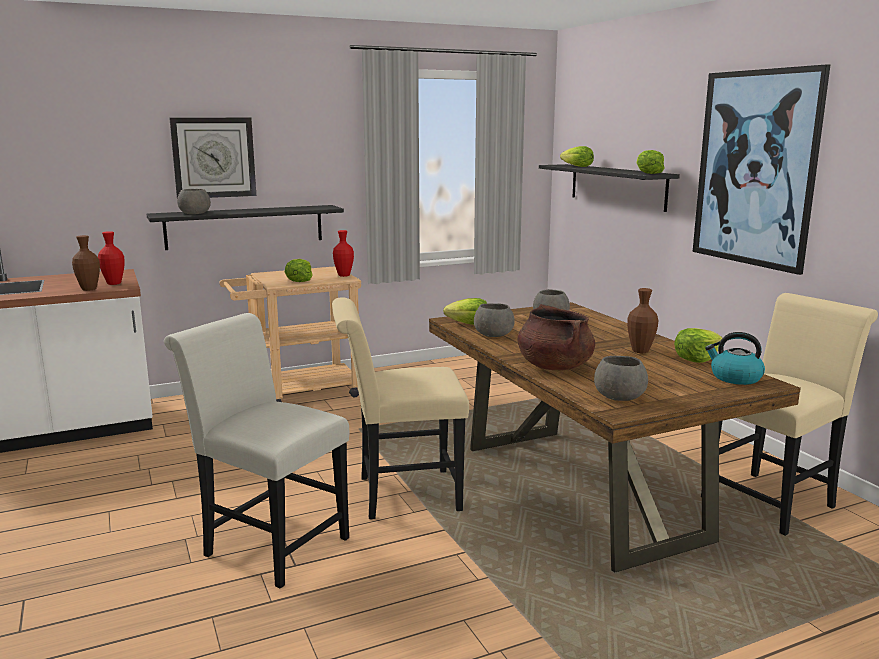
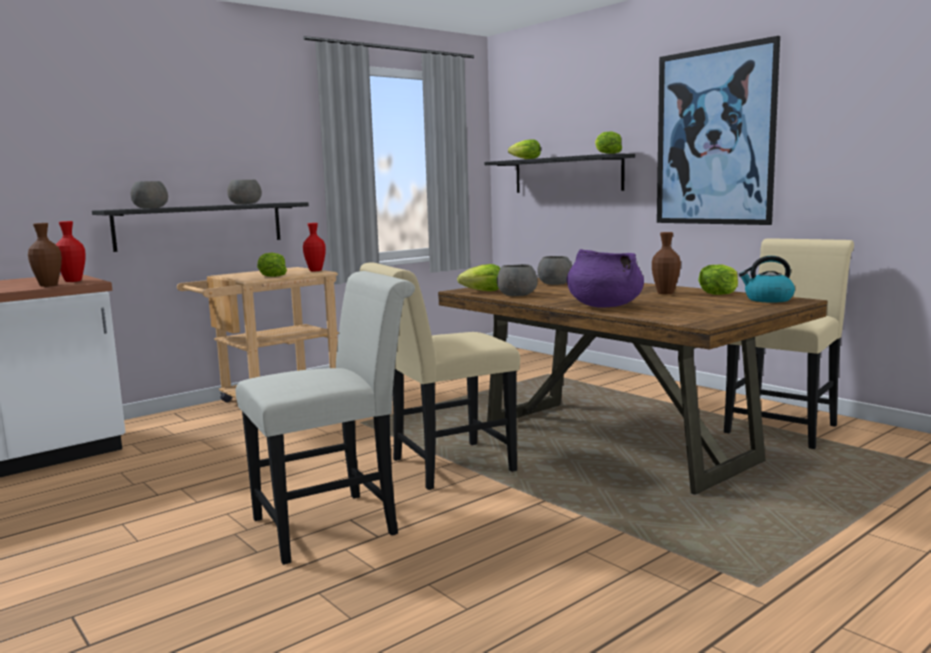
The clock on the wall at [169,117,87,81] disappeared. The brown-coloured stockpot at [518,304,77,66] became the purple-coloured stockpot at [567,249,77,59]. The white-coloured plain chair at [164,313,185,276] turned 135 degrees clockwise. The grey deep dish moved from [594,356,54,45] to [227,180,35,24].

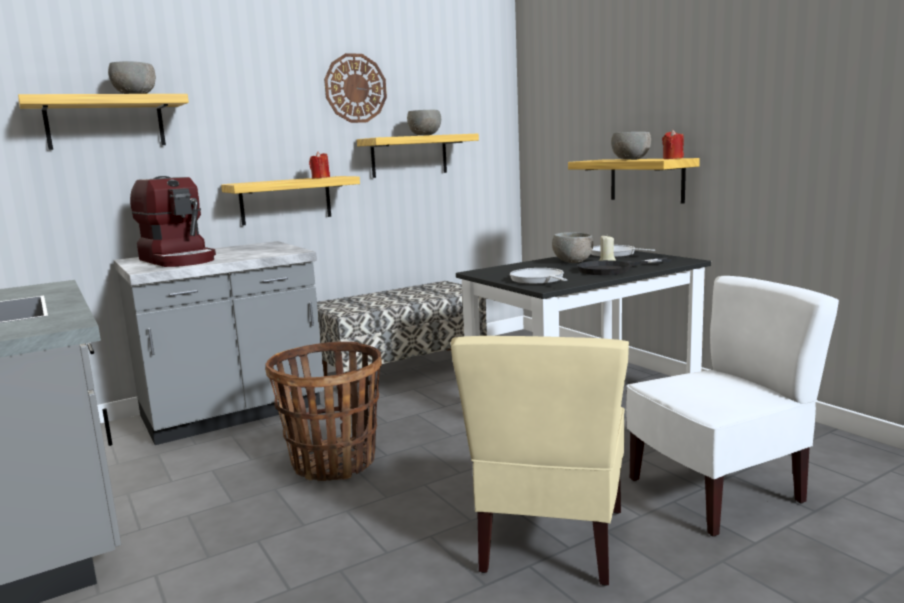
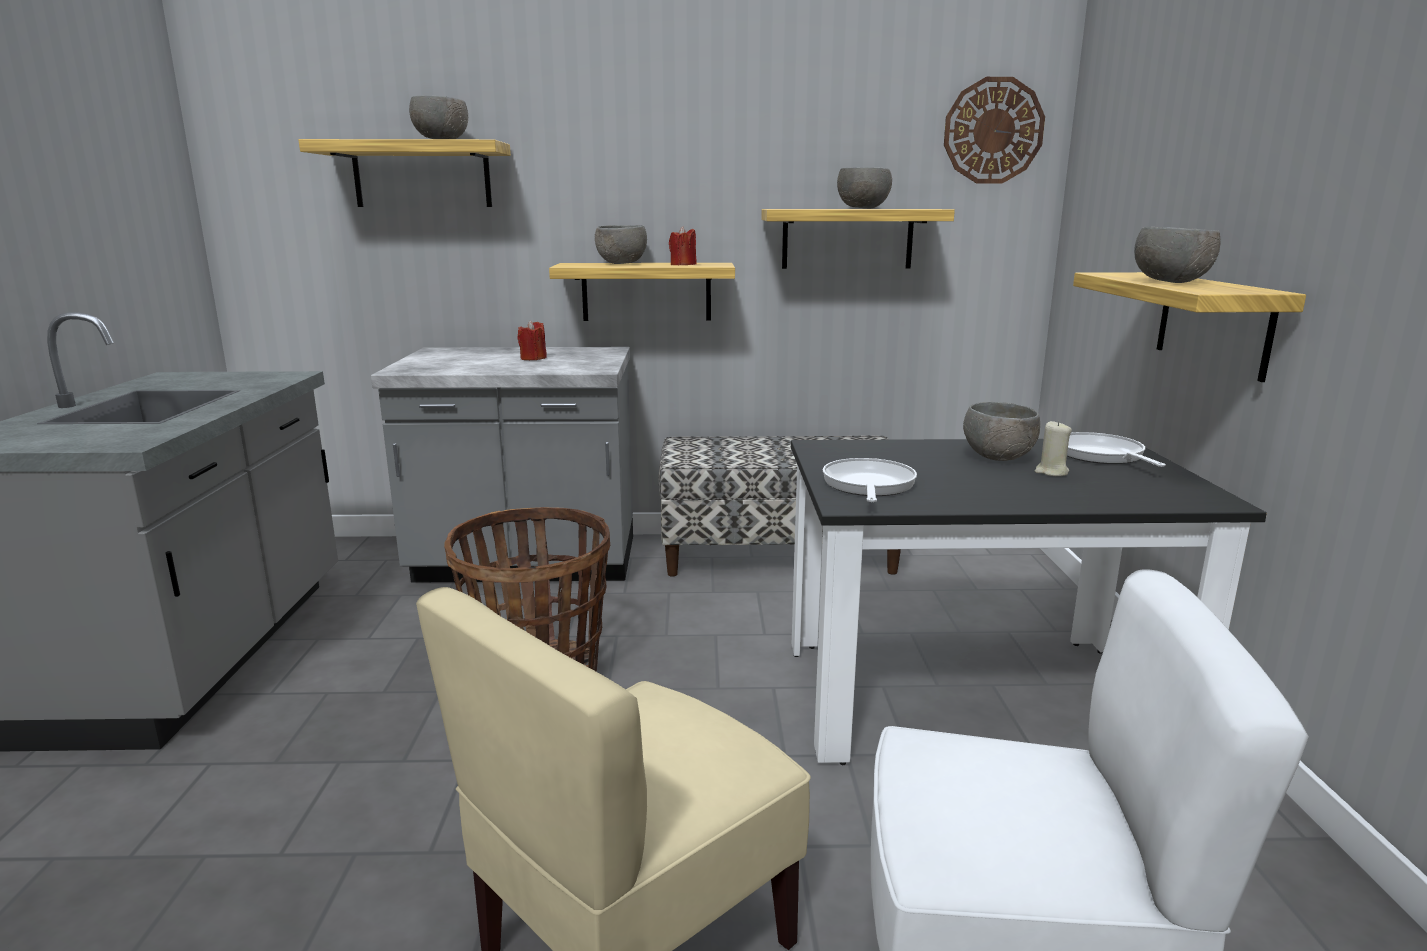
The clock on the wall moved from [324,53,63,70] to [944,77,101,106]. The reddish candle moved from [662,130,22,29] to [517,320,30,40]. The coffee brewer at [130,176,86,91] disappeared. The black pan at [577,257,95,18] disappeared. The grey deep dish at [595,225,52,39] appeared.

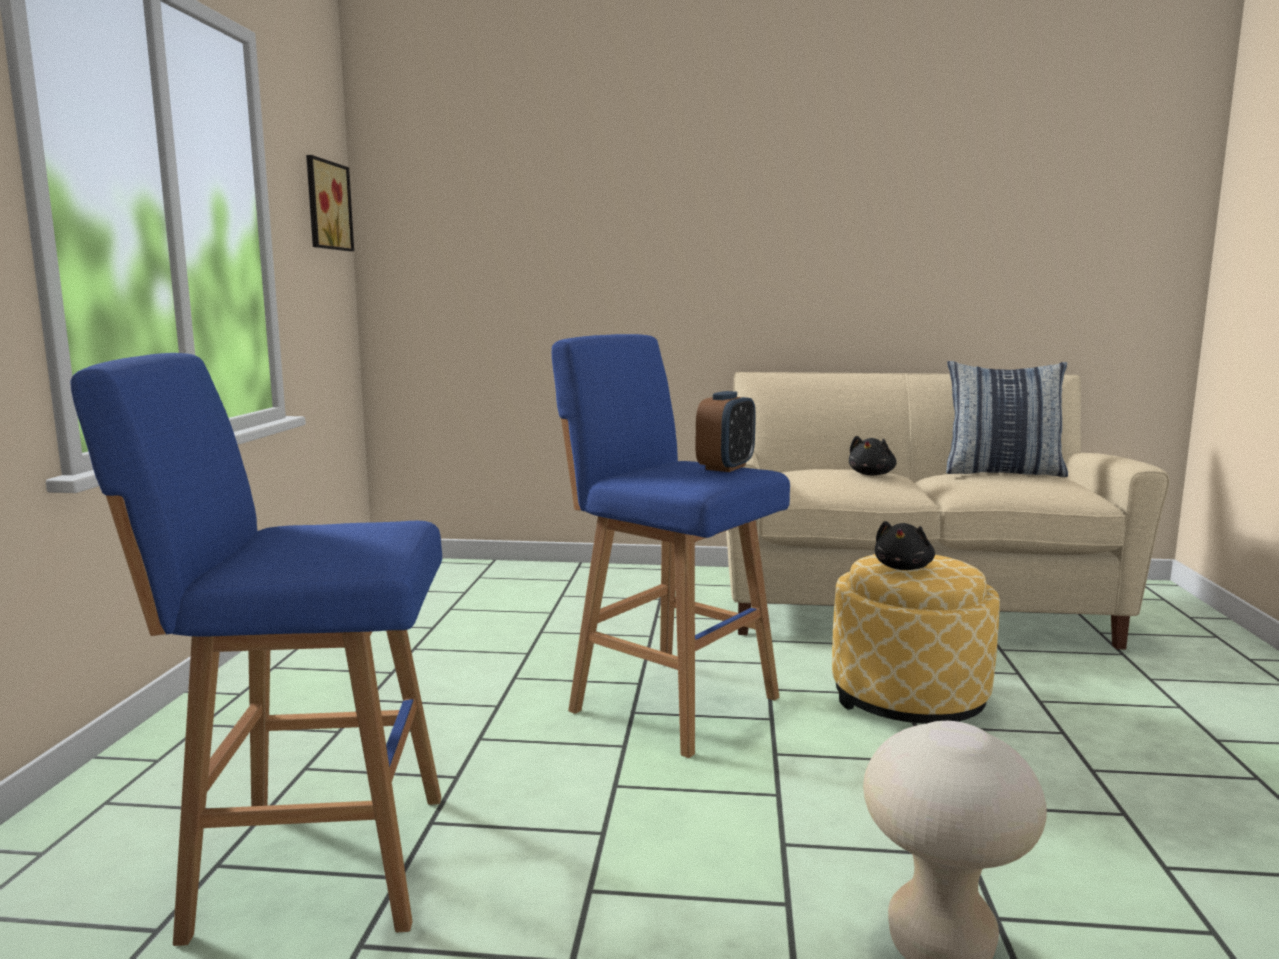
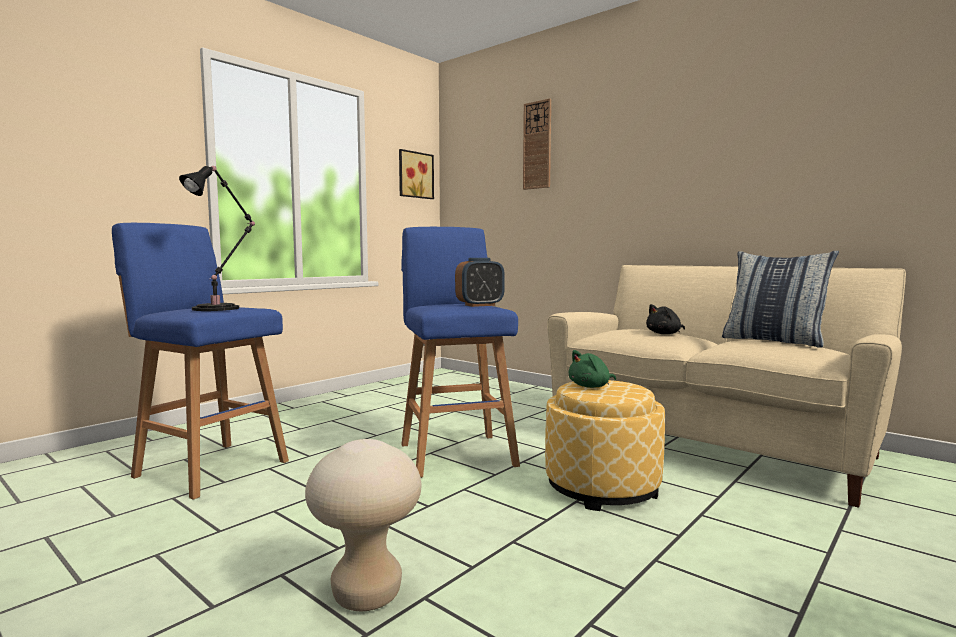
The black plush toy at [875,521,60,49] became the green-coloured plush toy at [569,350,47,38]. The clock on the wall at [523,98,28,92] appeared. The black lamp for a table at [179,166,76,145] appeared.

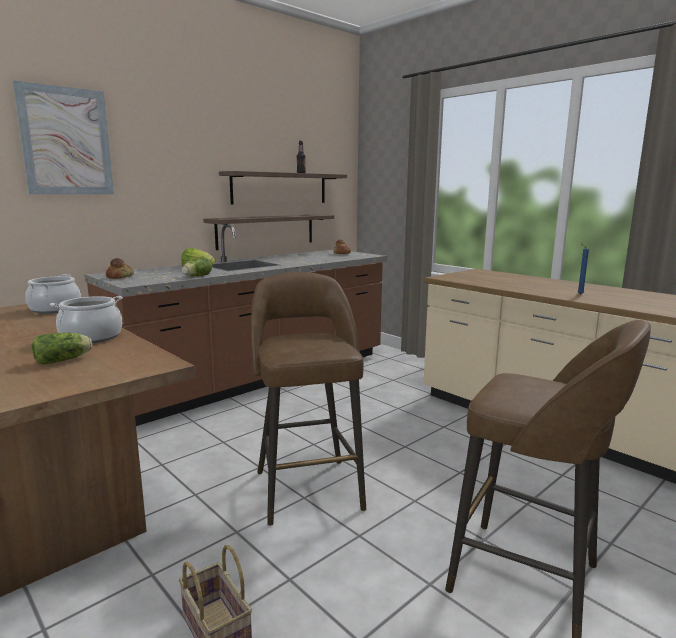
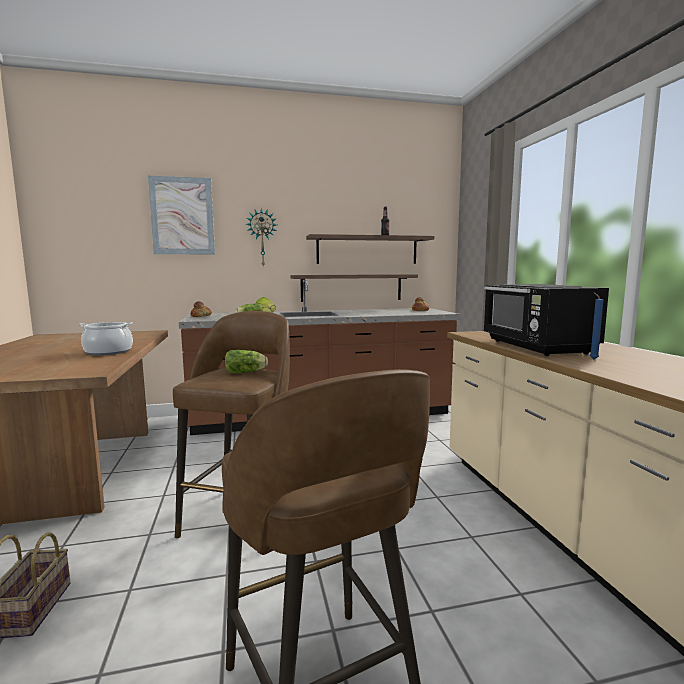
The stockpot at [25,274,56,40] disappeared. The head of lettuce moved from [32,333,60,32] to [225,350,43,24]. The clock on the wall at [246,208,31,59] appeared. The black microwave at [483,284,126,72] appeared.

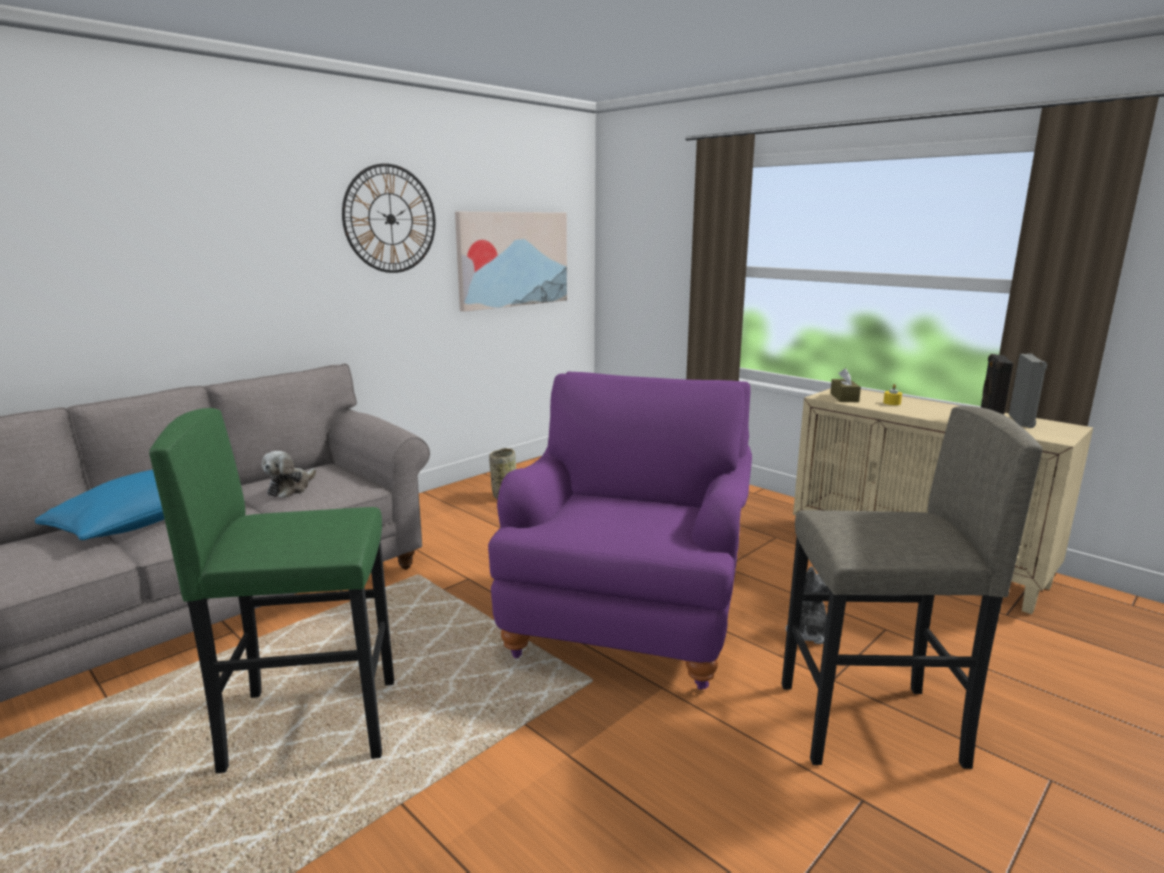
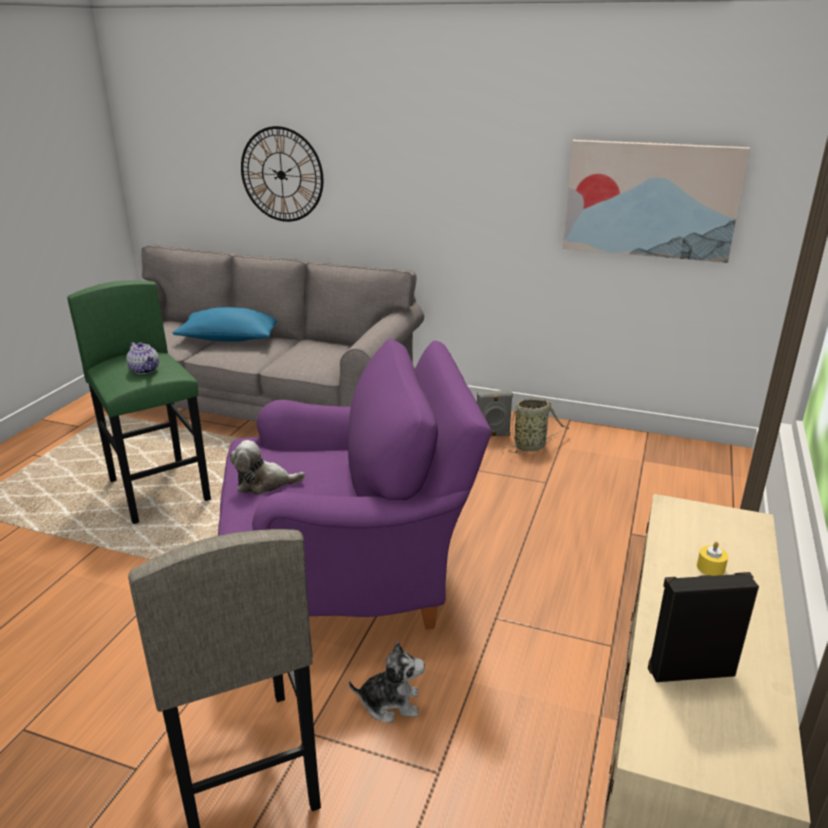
The clock on the wall moved from [342,163,94,110] to [241,126,82,96]. The grey speaker moved from [1009,353,38,75] to [477,390,36,46]. The brown-coloured tissue holder at [830,368,31,34] disappeared. The plush toy moved from [261,451,55,47] to [230,440,75,55]. The pot for tea at [127,342,32,32] appeared.

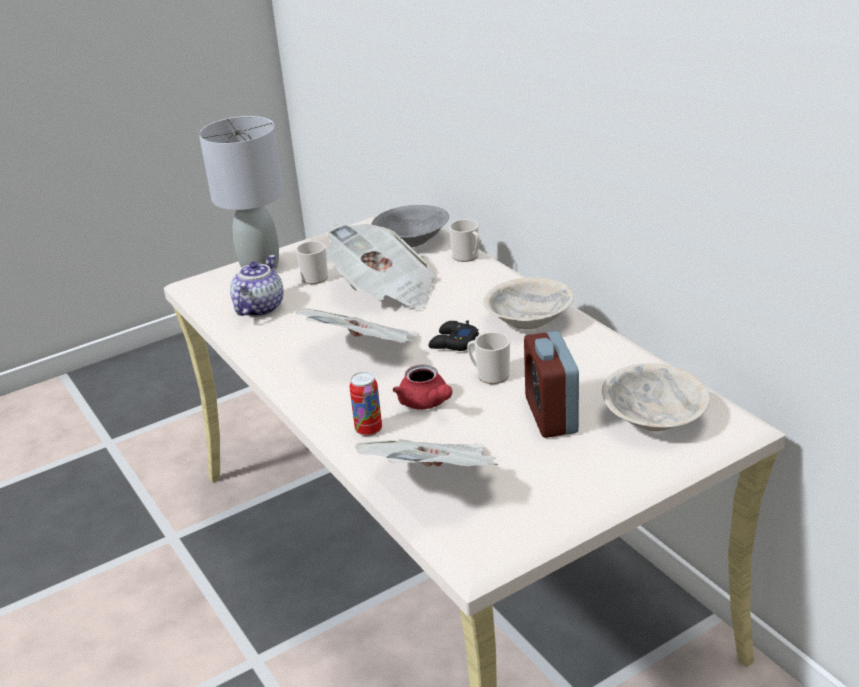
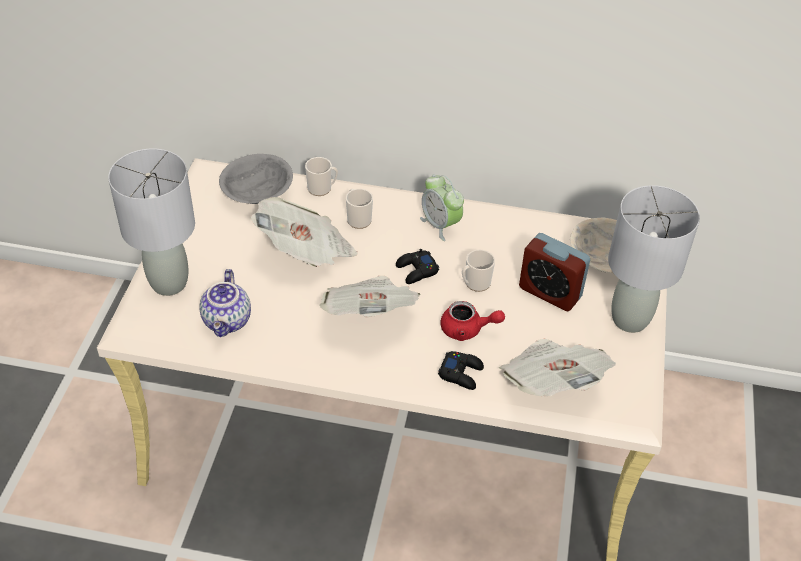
The coffee mug moved from [296,241,32,43] to [346,189,27,40]. The pot for tea at [230,255,54,62] turned 150 degrees counterclockwise. The beige deep dish at [483,278,92,51] was replaced by the table clock at [420,174,44,67]. The metal can at [349,372,33,64] was replaced by the black game controller at [438,351,46,39]. The grey lamp for a table at [608,185,92,148] appeared.

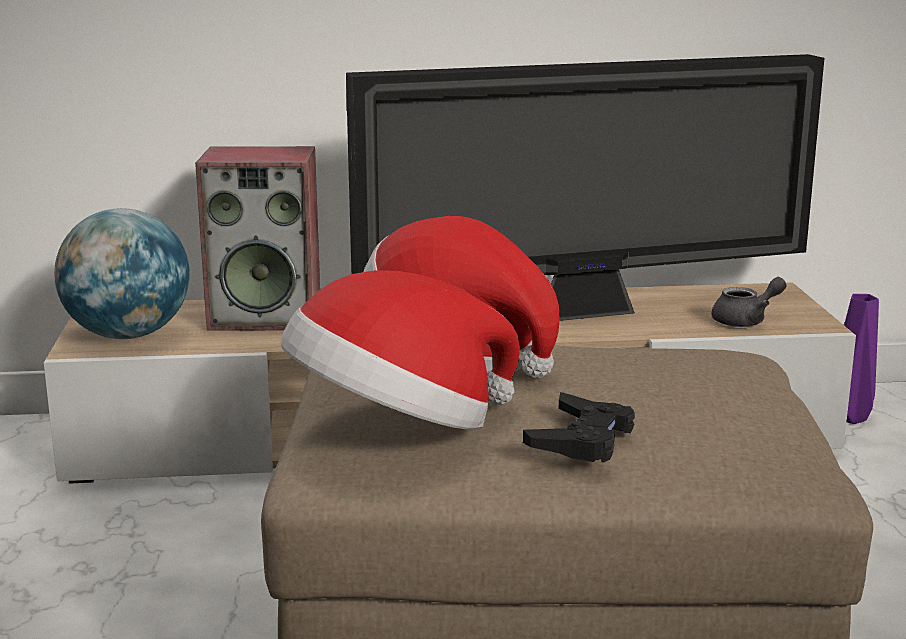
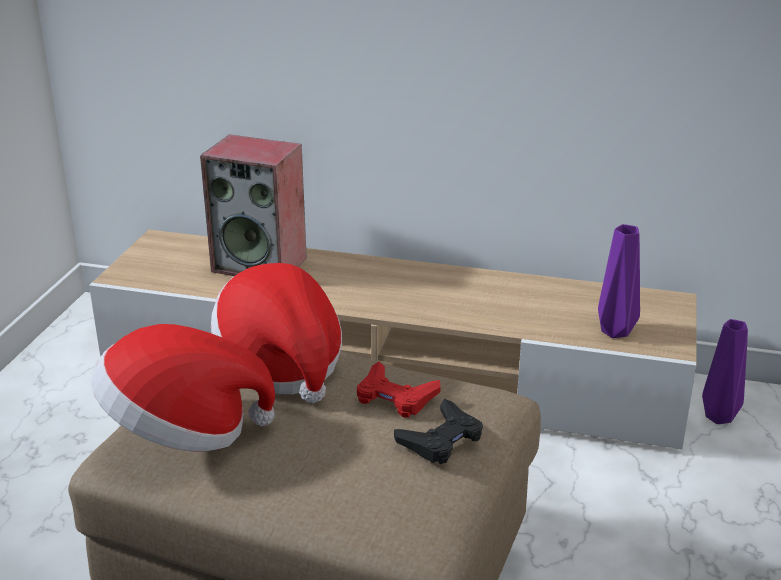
The television at [346,54,478,267] disappeared. The desk globe at [54,208,136,131] disappeared. The grey pot for tea at [712,277,74,50] was replaced by the purple-coloured decorative vase at [598,224,42,114]. The black game controller moved from [523,392,112,70] to [394,399,89,65]. The reddish game controller at [357,362,83,56] appeared.

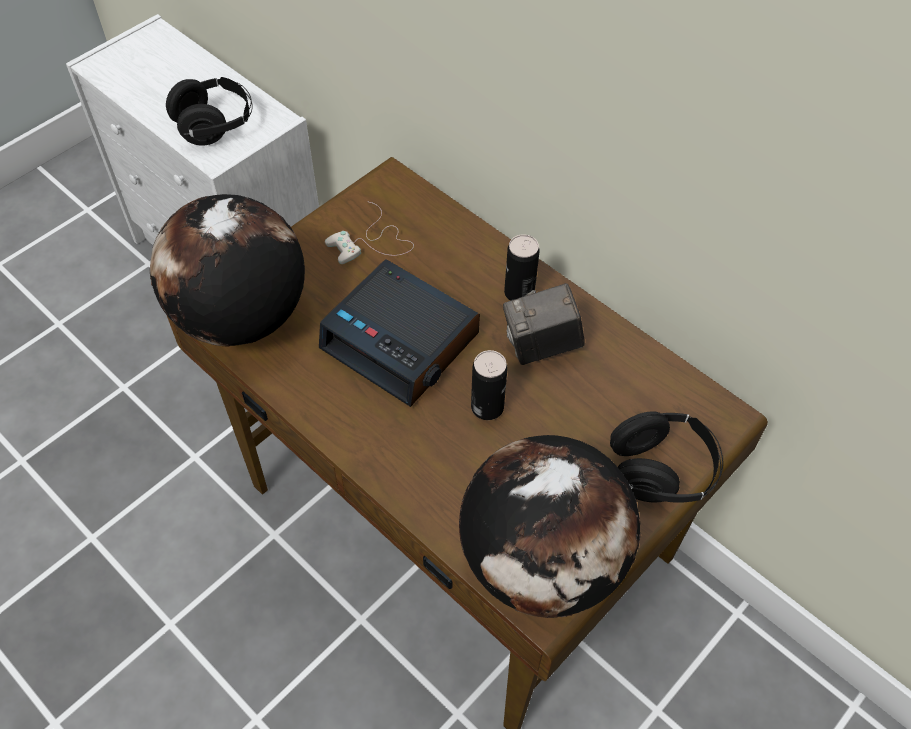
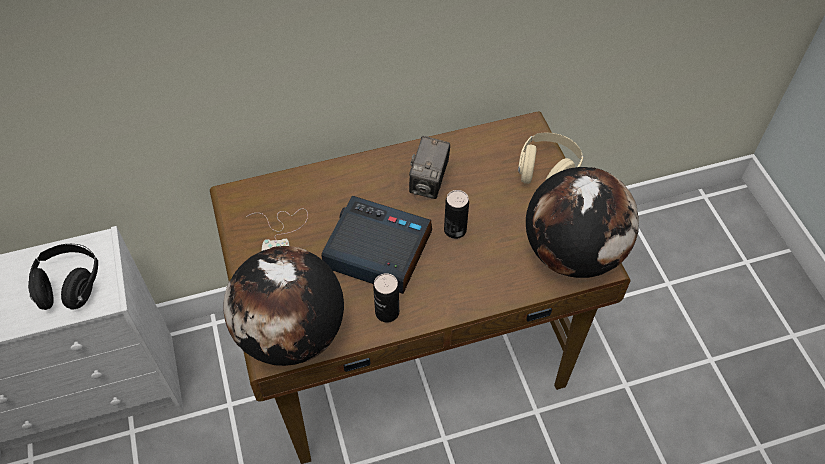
The metal can moved from [504,234,36,67] to [373,273,26,50]. The table clock at [319,259,161,148] turned 135 degrees counterclockwise. The black pair of headphones at [610,411,113,91] became the beige pair of headphones at [518,133,65,51].

